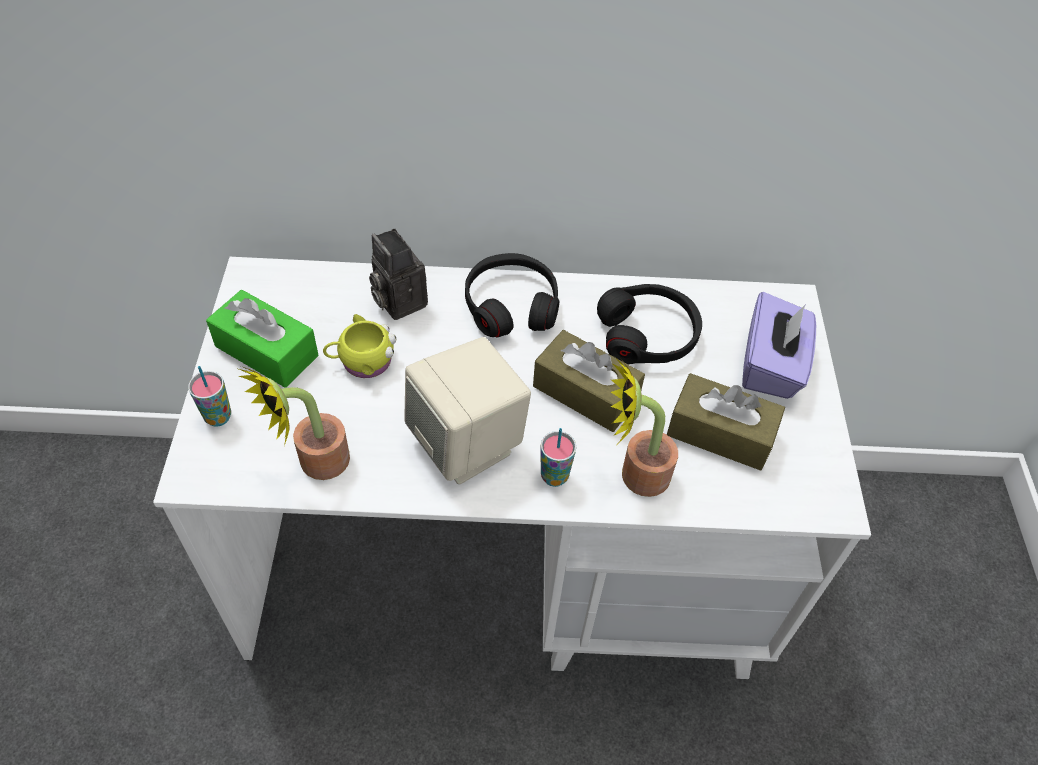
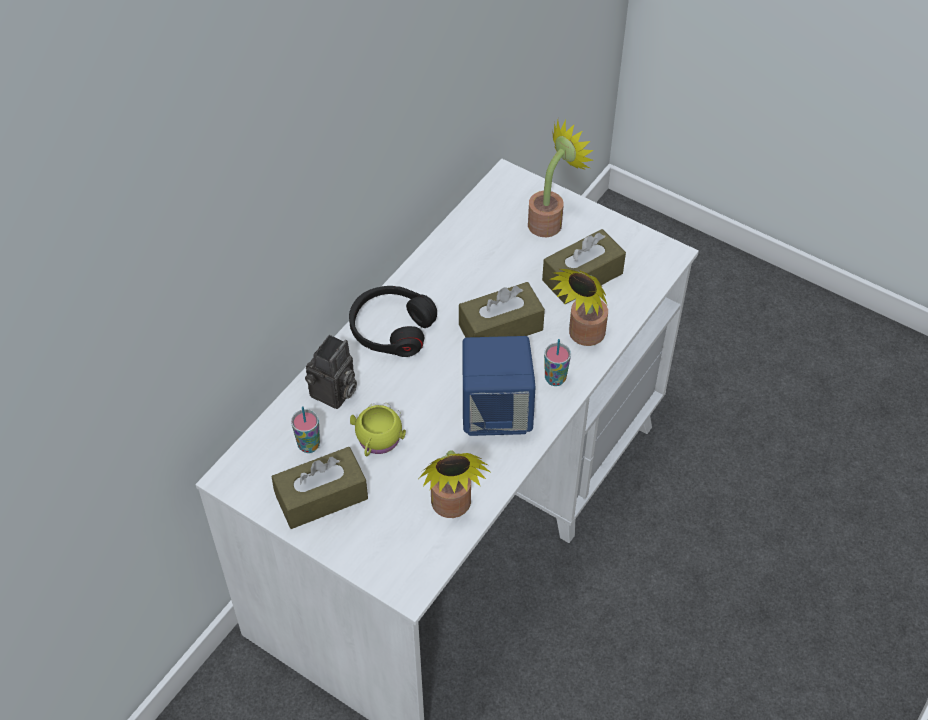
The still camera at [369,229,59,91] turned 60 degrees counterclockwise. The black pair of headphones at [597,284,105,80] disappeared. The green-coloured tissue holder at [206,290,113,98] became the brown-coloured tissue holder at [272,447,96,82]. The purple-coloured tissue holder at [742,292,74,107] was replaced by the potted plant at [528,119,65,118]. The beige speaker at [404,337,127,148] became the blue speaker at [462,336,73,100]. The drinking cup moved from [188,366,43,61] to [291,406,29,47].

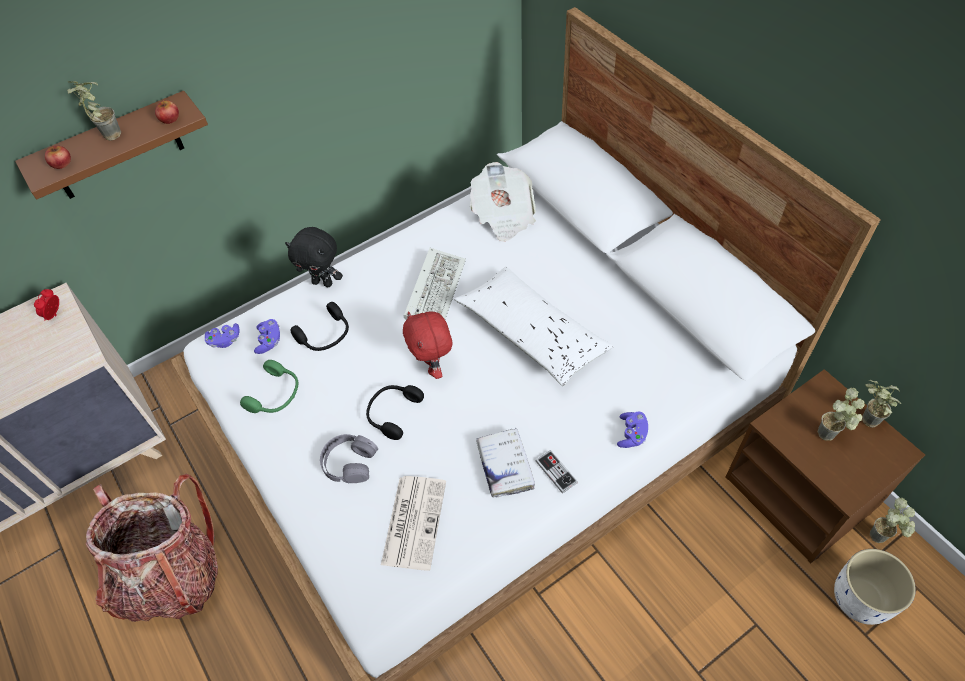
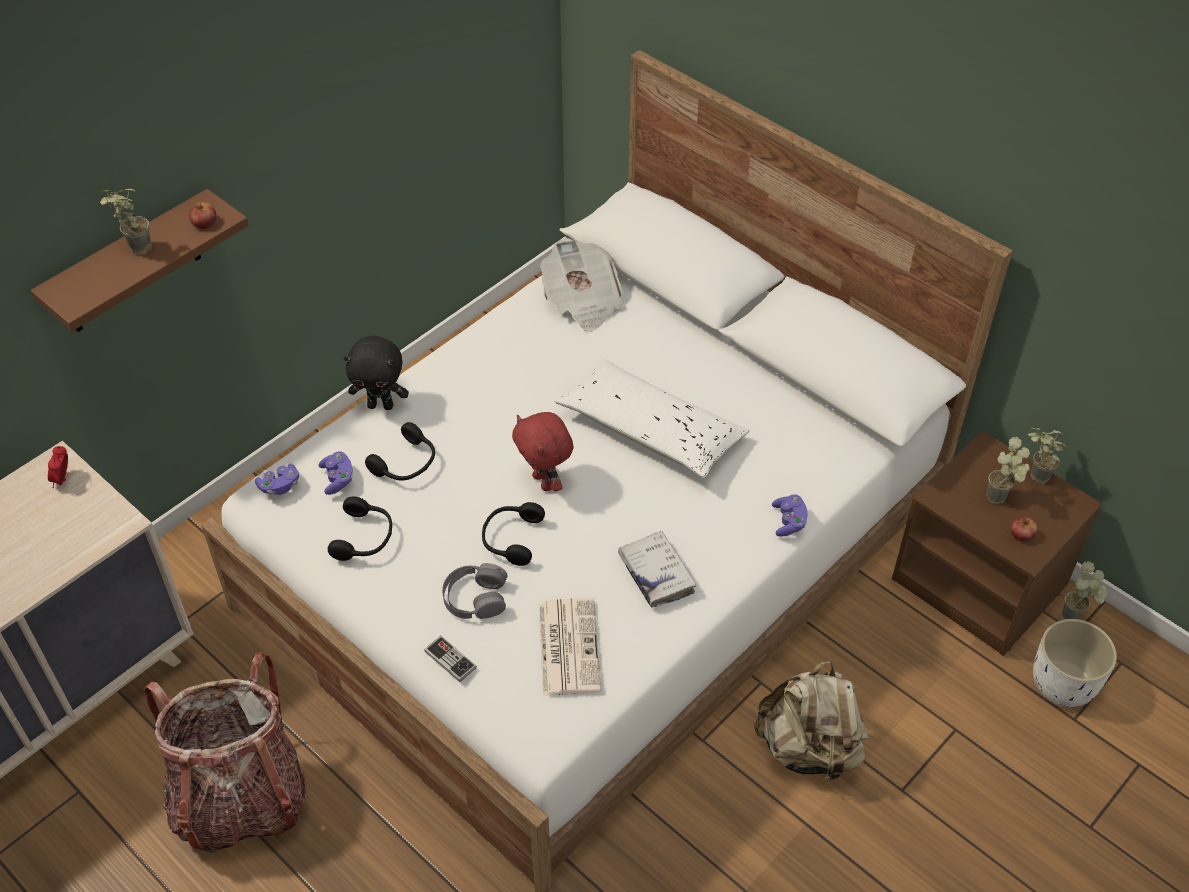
The apple moved from [45,145,26,24] to [1011,517,26,25]. The keyboard at [404,248,62,72] disappeared. The green-coloured pair of headphones at [240,360,58,53] became the black pair of headphones at [328,496,64,65]. The game controller moved from [535,450,43,44] to [424,636,53,46]. The beige backpack at [754,661,115,123] appeared.

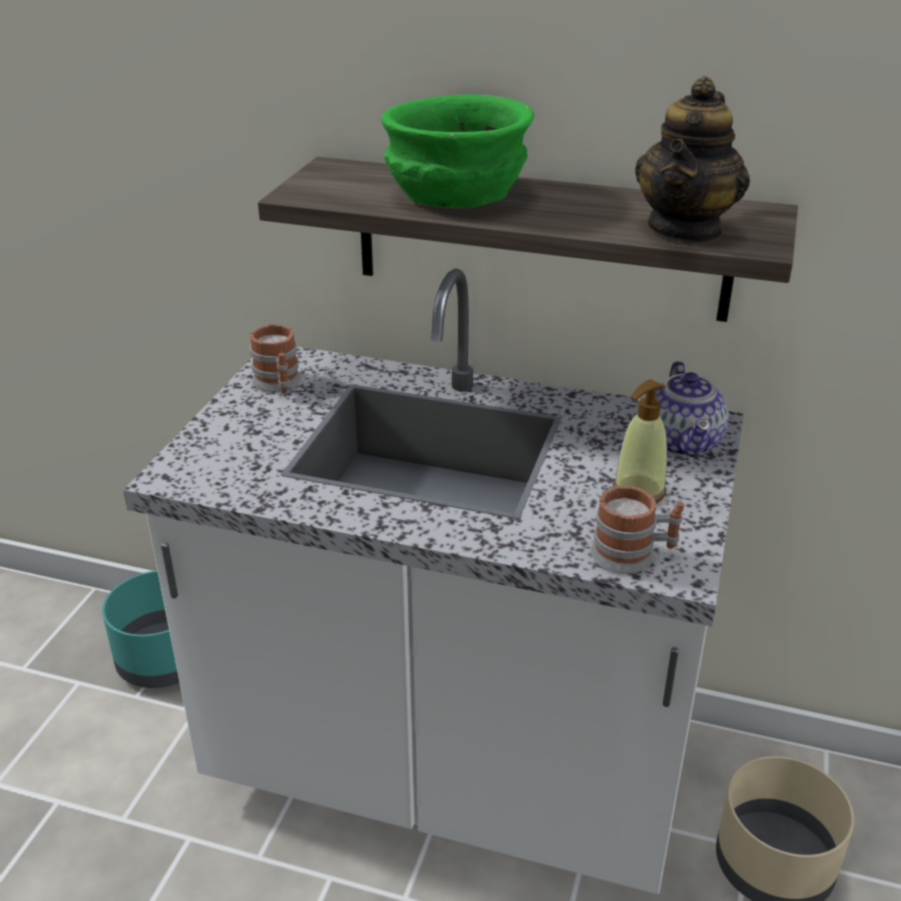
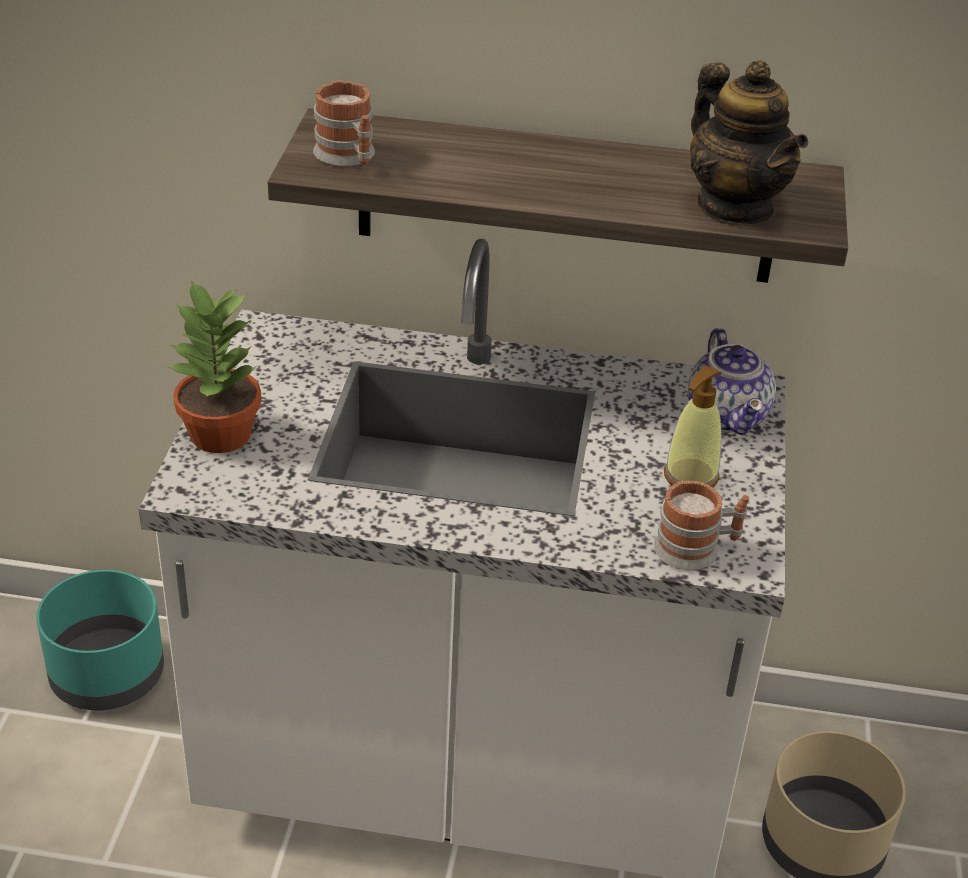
The pot for tea at [635,76,115,168] turned 45 degrees counterclockwise. The green-coloured deep dish at [381,94,153,114] disappeared. The coffee mug moved from [250,324,51,68] to [313,80,62,87]. The potted plant at [166,280,96,173] appeared.

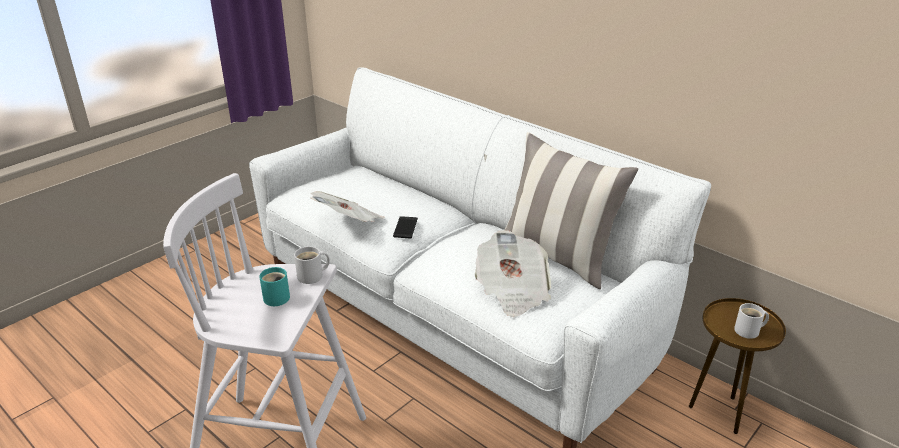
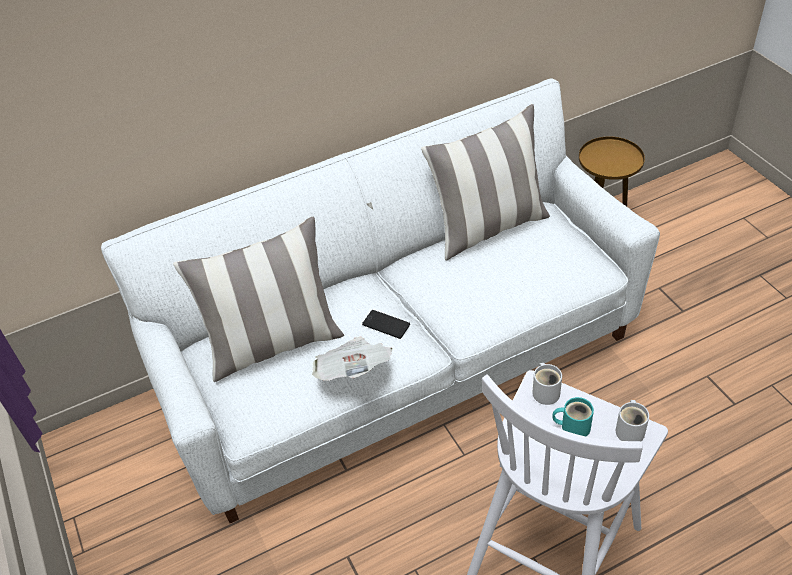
The printed paper at [474,230,77,87] disappeared. The white-coloured coffee mug moved from [734,303,35,36] to [616,400,33,41]. The pillow at [173,216,171,166] appeared.

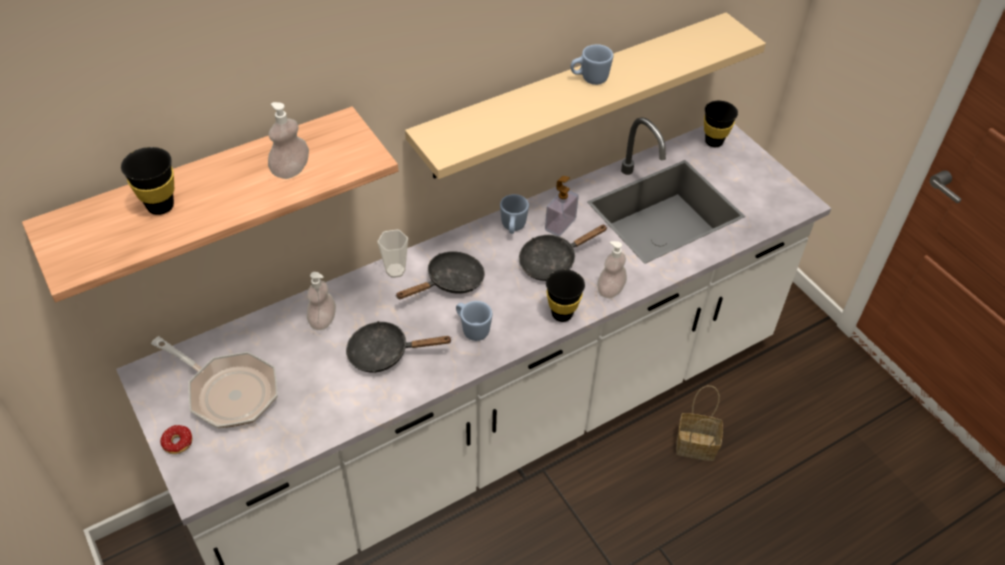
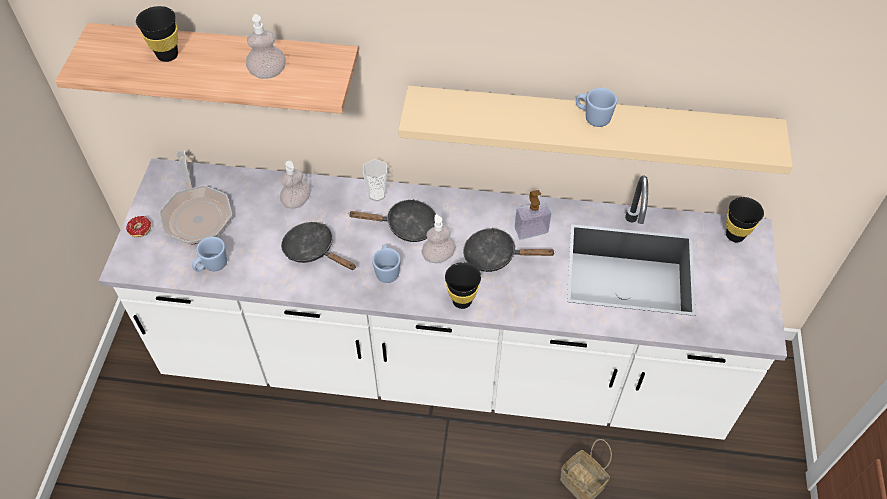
The blue coffee mug moved from [500,194,29,40] to [192,237,35,35]. The soap bottle moved from [597,241,30,57] to [421,214,35,49].

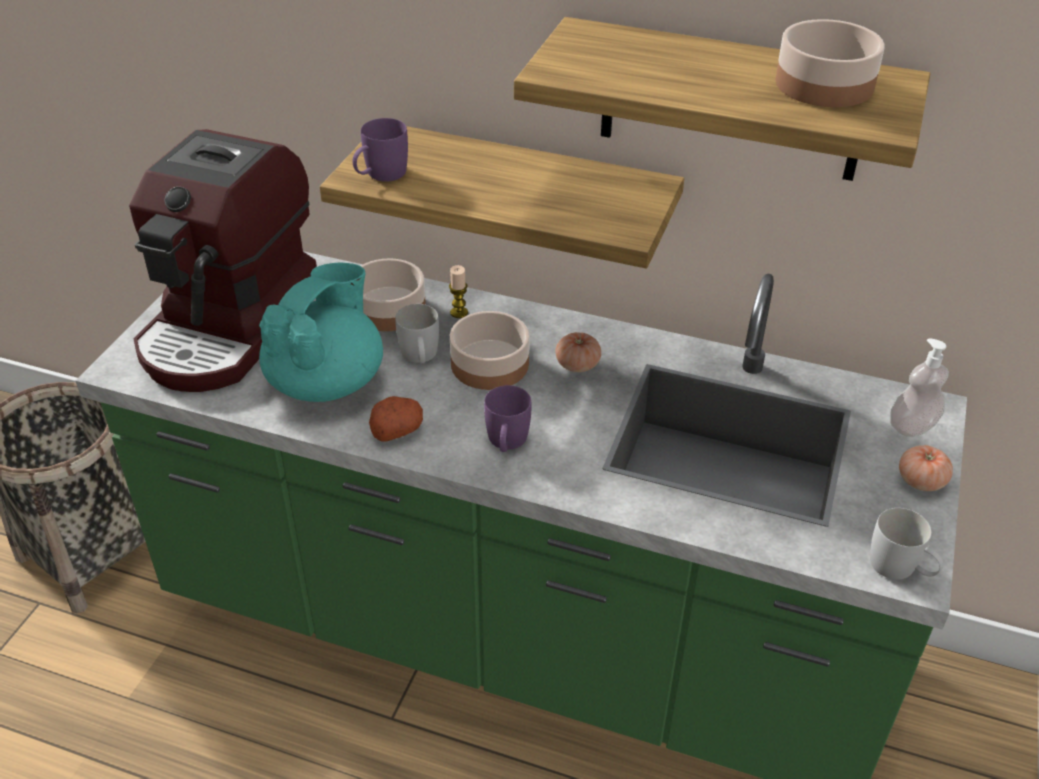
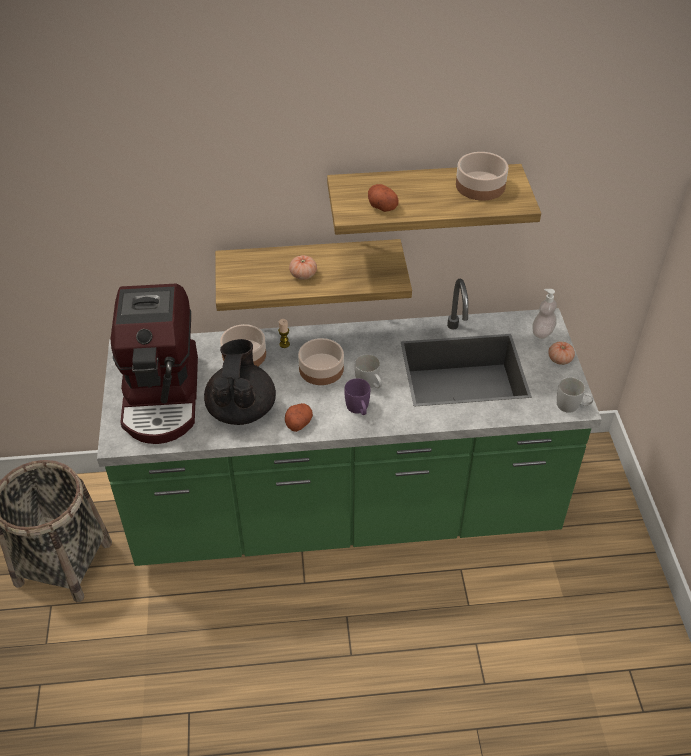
The purple-coloured coffee mug at [353,118,55,64] disappeared. The turquoise pot for tea at [259,263,124,139] became the black pot for tea at [204,339,72,86]. The white-coloured coffee mug moved from [395,304,44,59] to [355,354,27,34]. The whole tomato moved from [556,332,45,40] to [289,255,28,25]. The spud at [368,184,31,28] appeared.

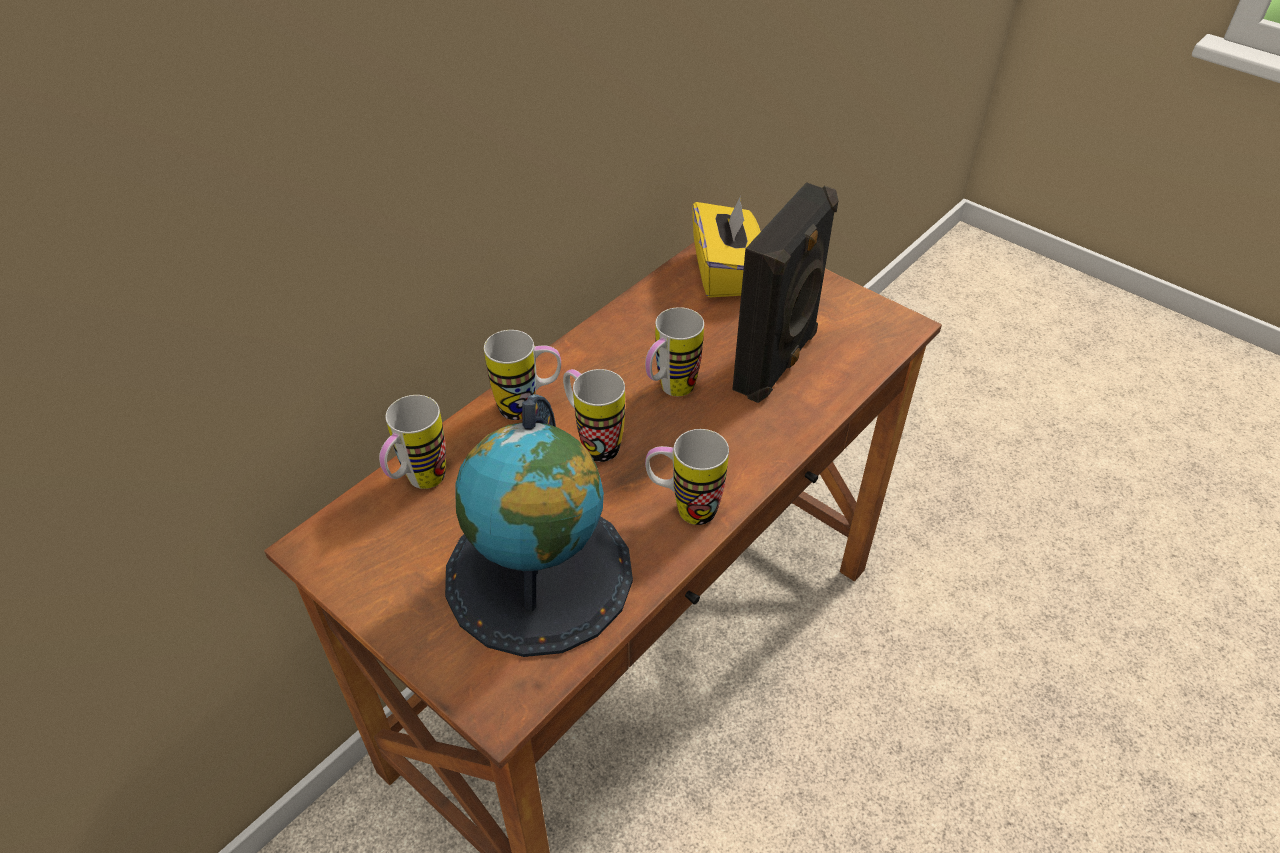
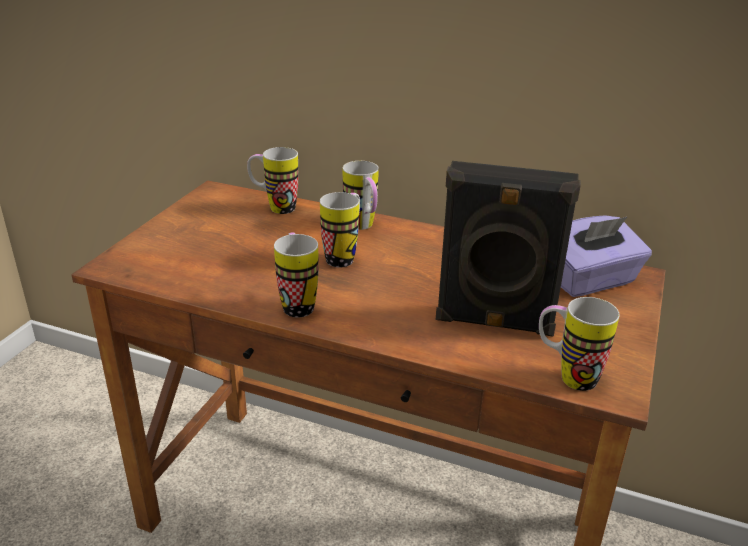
The yellowish tissue holder at [692,195,69,103] became the purple-coloured tissue holder at [561,215,91,82]. The coffee mug moved from [645,307,59,89] to [539,297,81,94]. The desk globe at [445,394,188,263] disappeared.

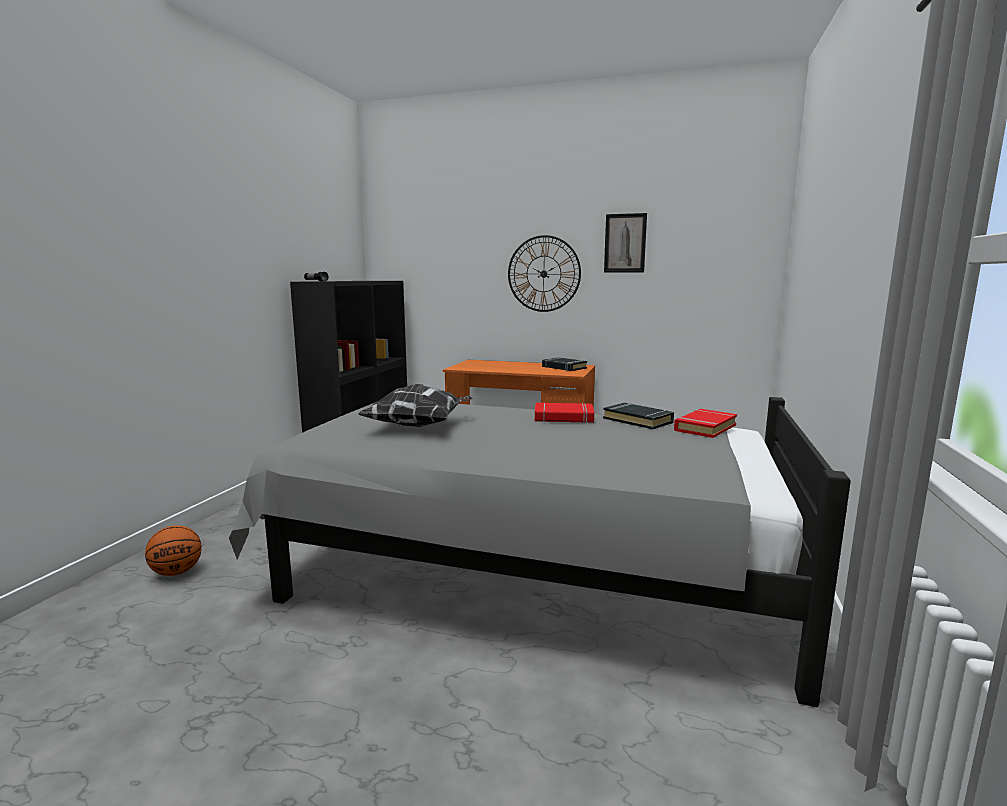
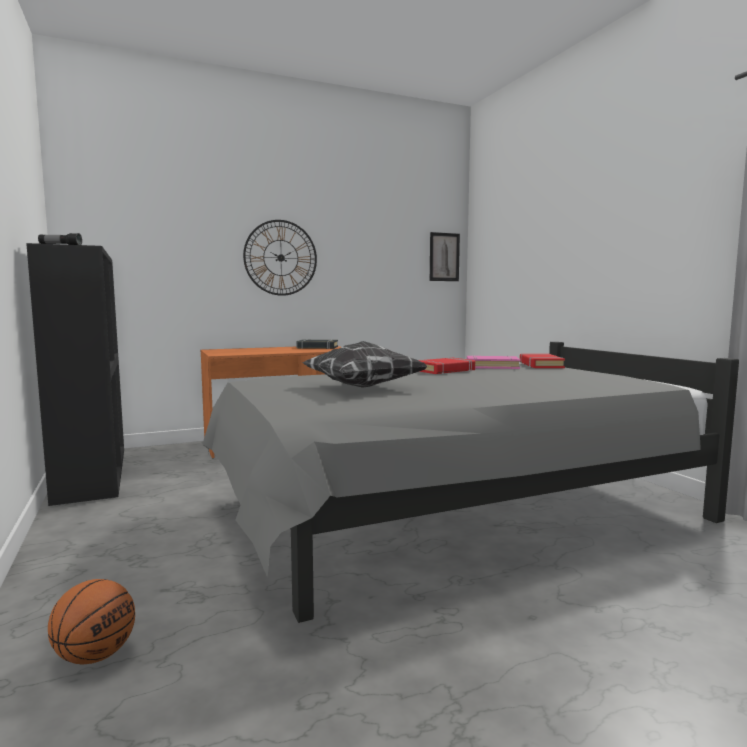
The wall art moved from [604,213,43,59] to [430,232,30,49]. The black bound book at [603,403,71,26] became the pink bound book at [467,356,53,13].

